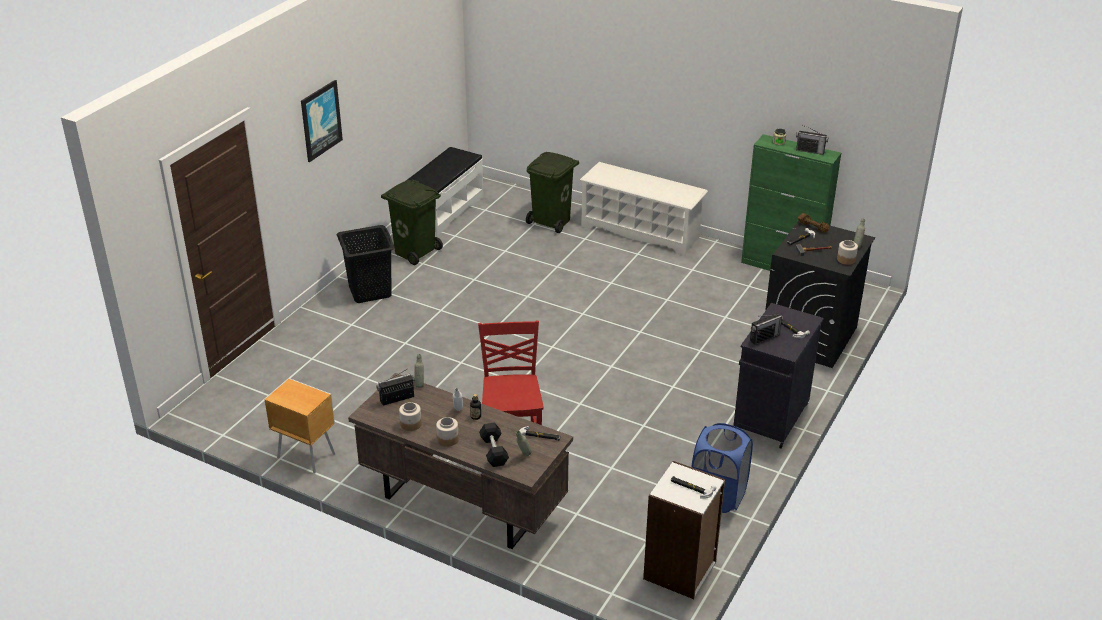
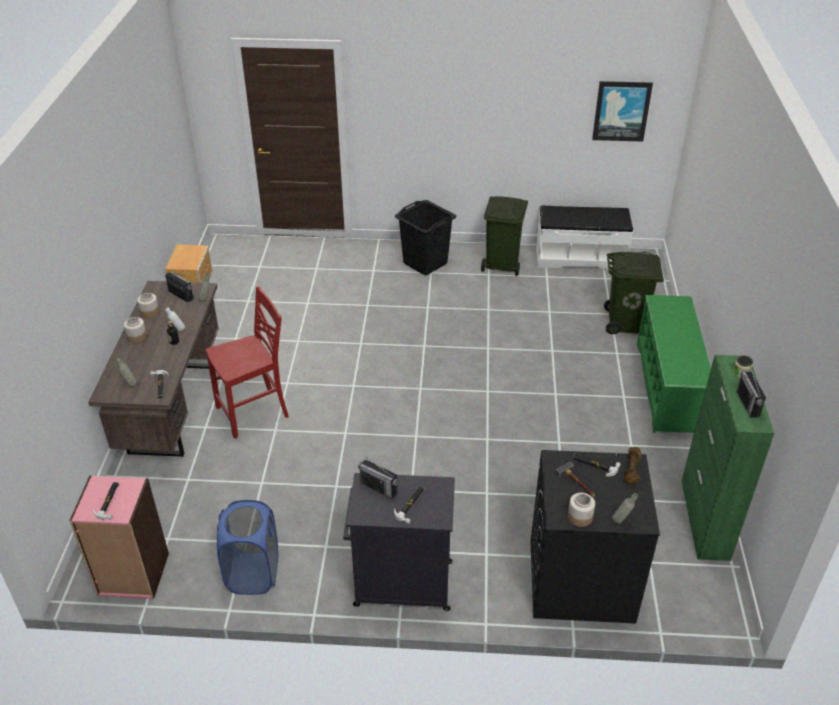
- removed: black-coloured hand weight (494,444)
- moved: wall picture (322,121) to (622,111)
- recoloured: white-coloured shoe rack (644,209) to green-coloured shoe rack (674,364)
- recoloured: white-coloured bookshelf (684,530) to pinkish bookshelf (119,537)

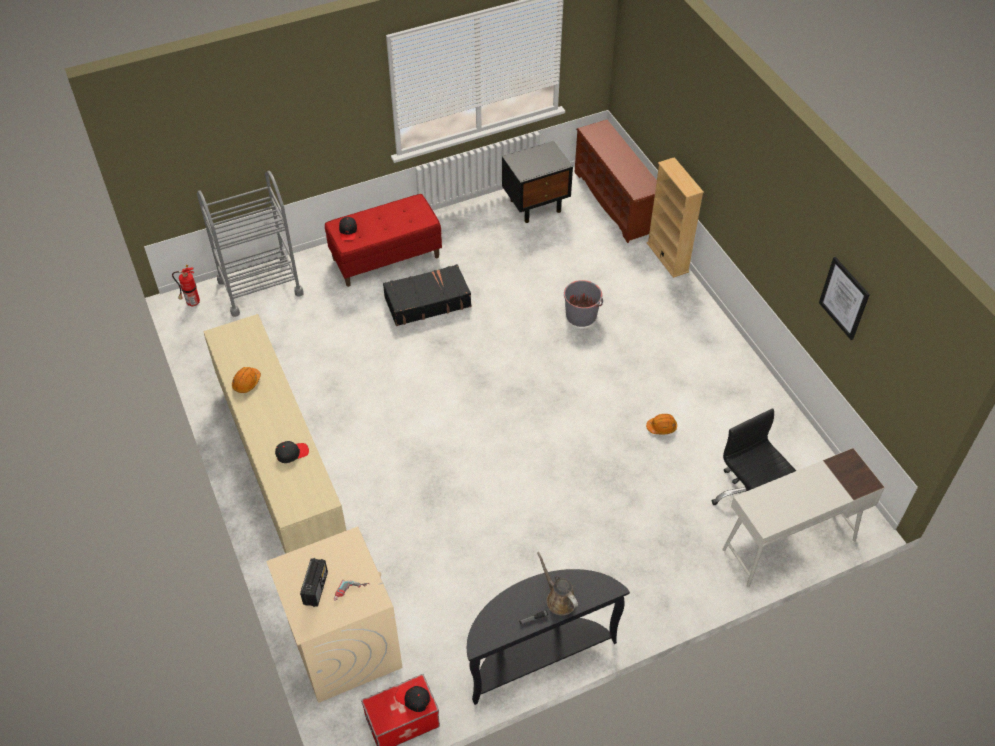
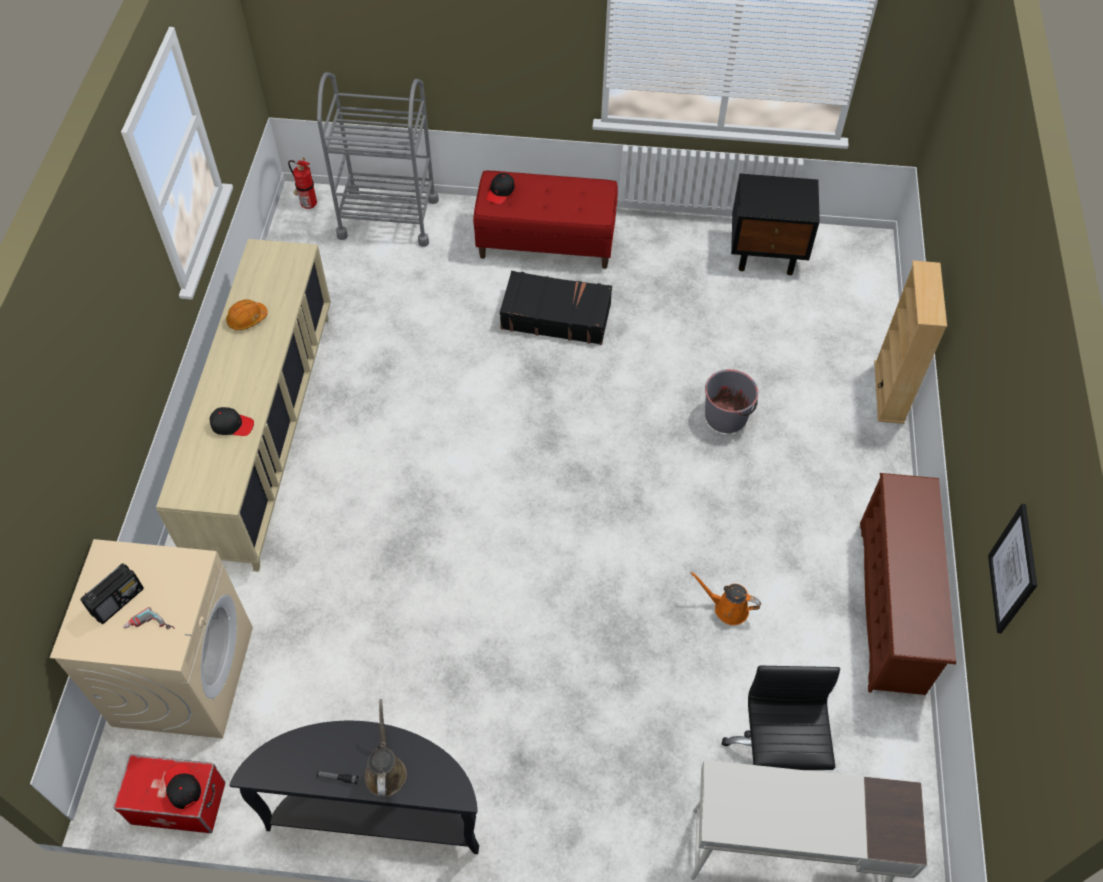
- moved: brown-coloured shoe rack (615,181) to (908,584)
- replaced: orange-coloured work helmet (661,424) to orange-coloured watering pot (725,598)

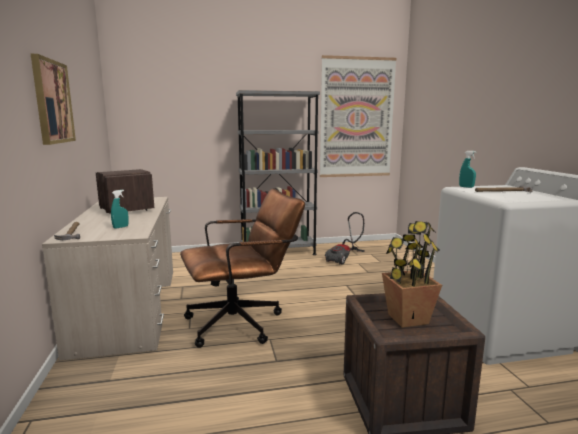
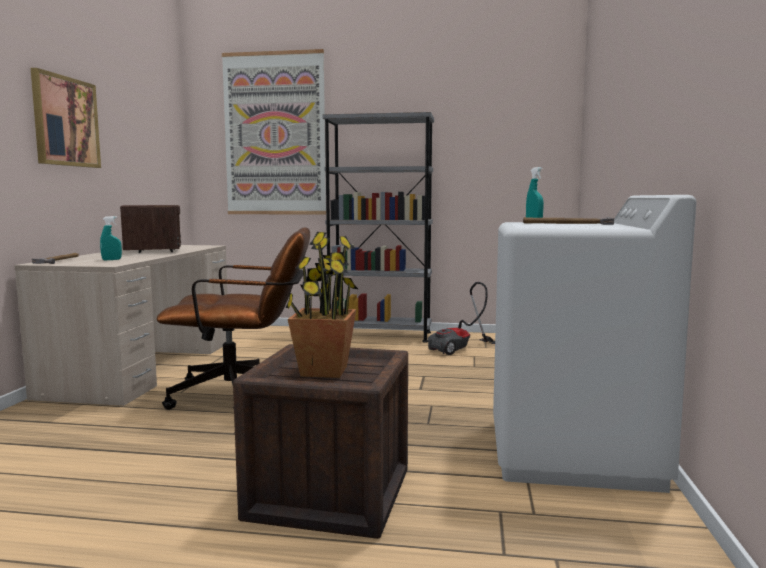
- moved: wall picture (358,116) to (274,132)

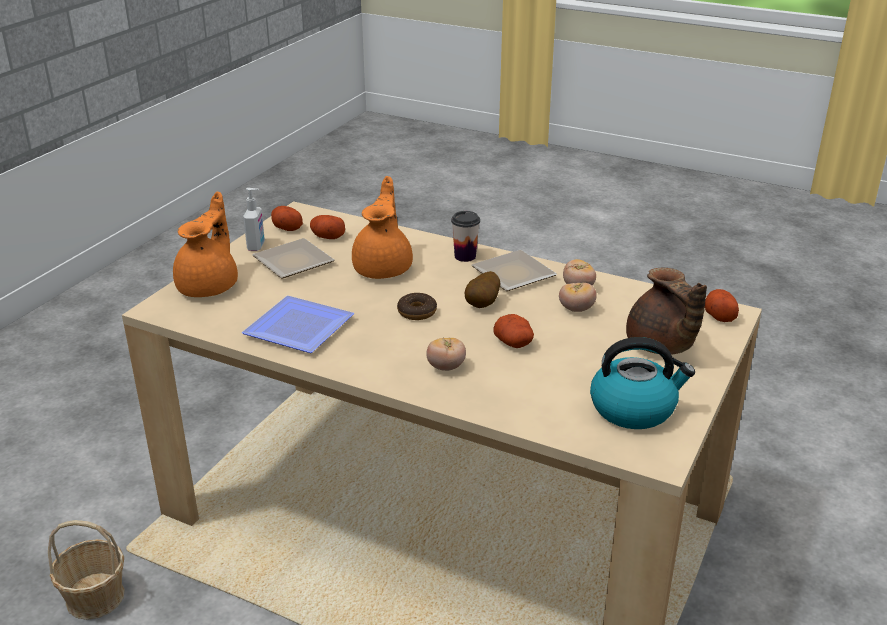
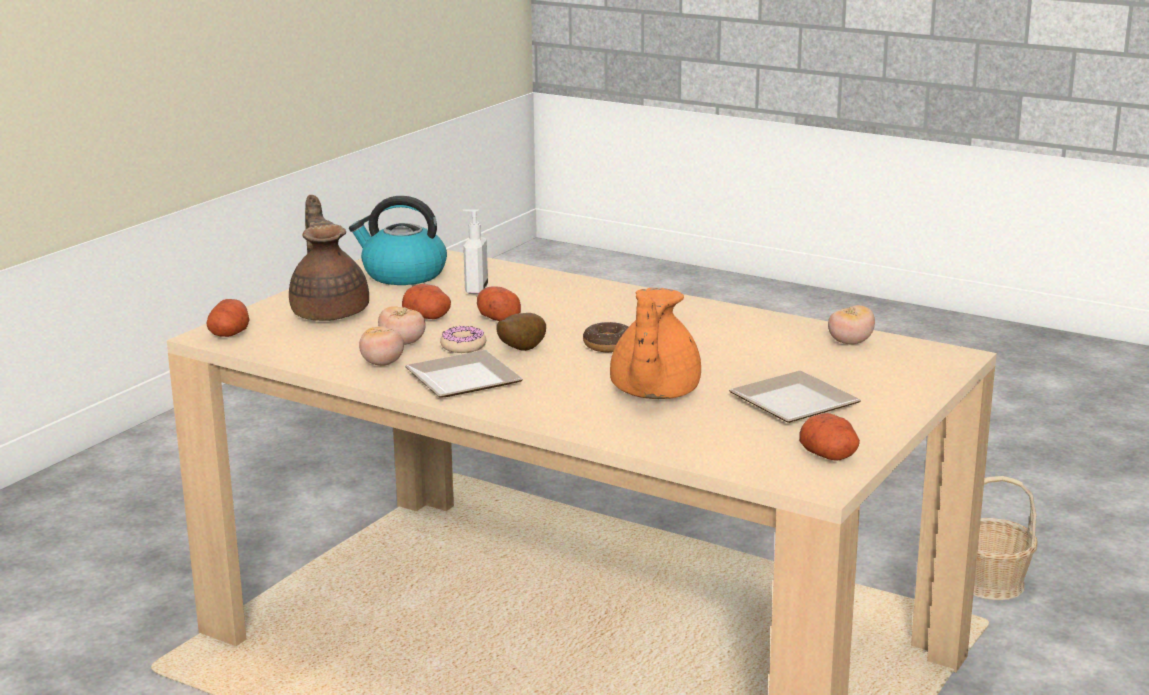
- removed: orange-coloured teapot (205,244)
- removed: plate (298,324)
- removed: cup (465,236)
- added: ring doughnut (463,339)
- moved: soap bottle (254,219) to (475,251)
- moved: whole potato (327,227) to (426,301)
- moved: tomato (446,354) to (851,325)

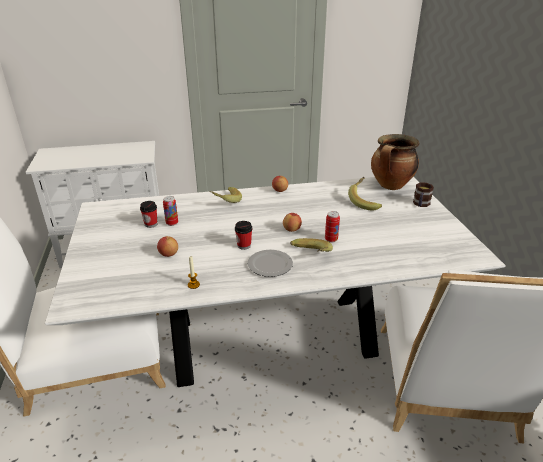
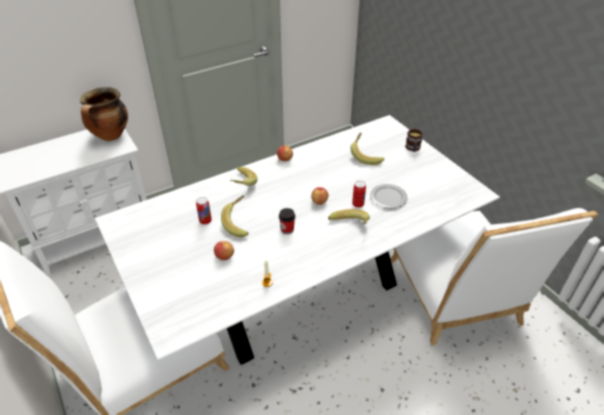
- removed: cup (148,214)
- added: banana (235,216)
- moved: plate (270,263) to (389,196)
- moved: saucepot (395,162) to (104,114)

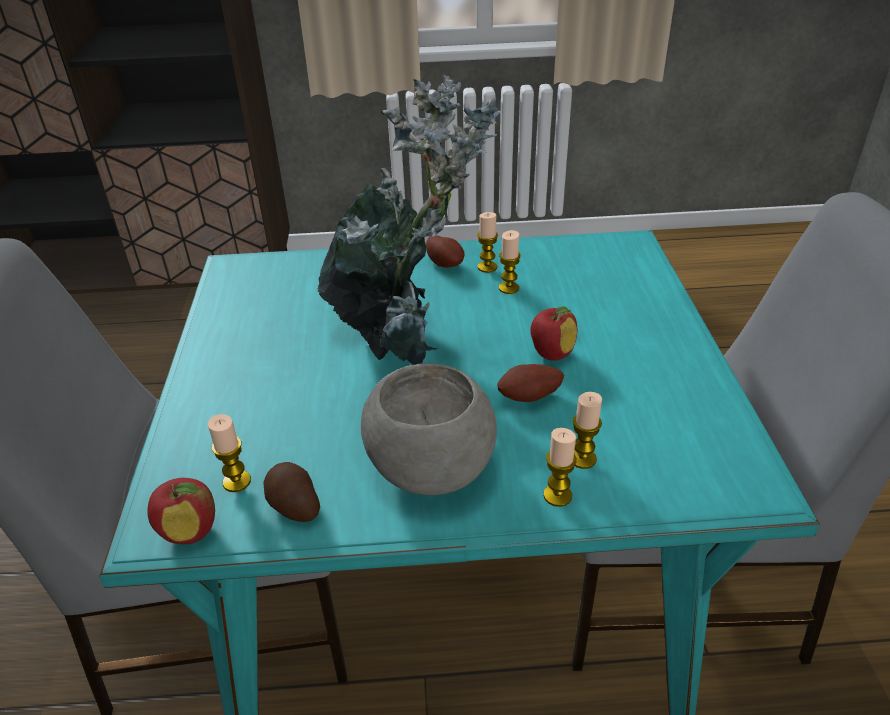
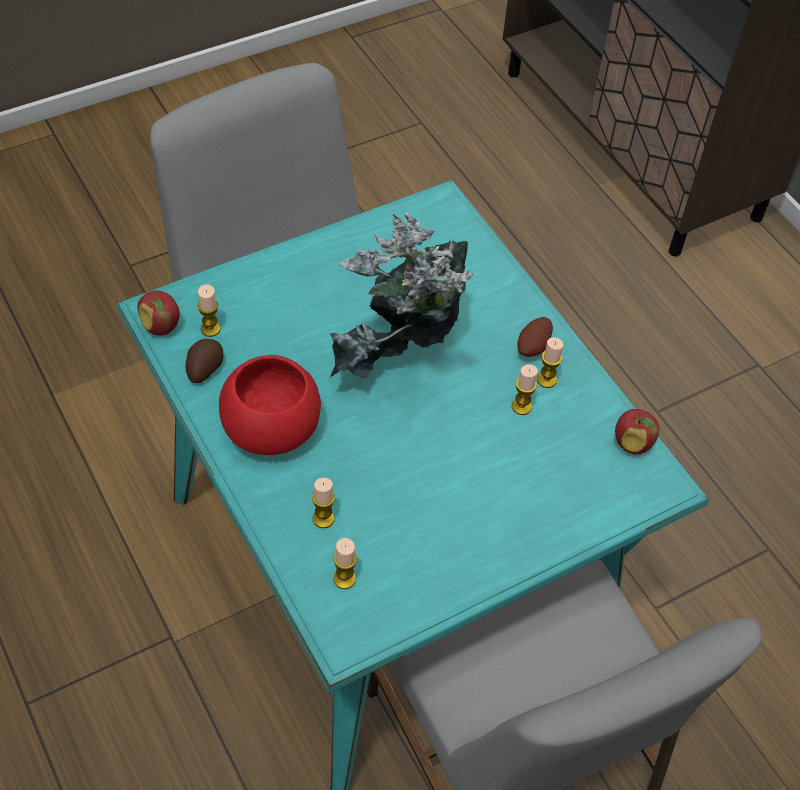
- removed: whole potato (530,383)
- moved: whole apple (553,333) to (637,431)
- moved: candle (560,467) to (345,563)
- recoloured: grey serving bowl (429,429) to red serving bowl (270,405)

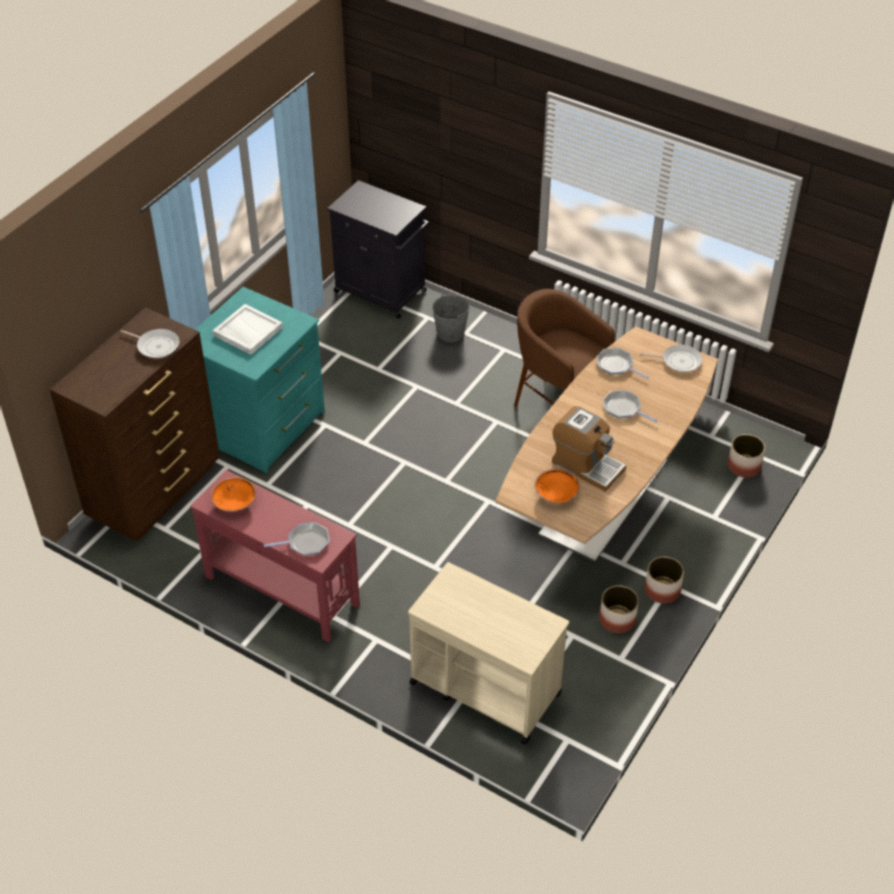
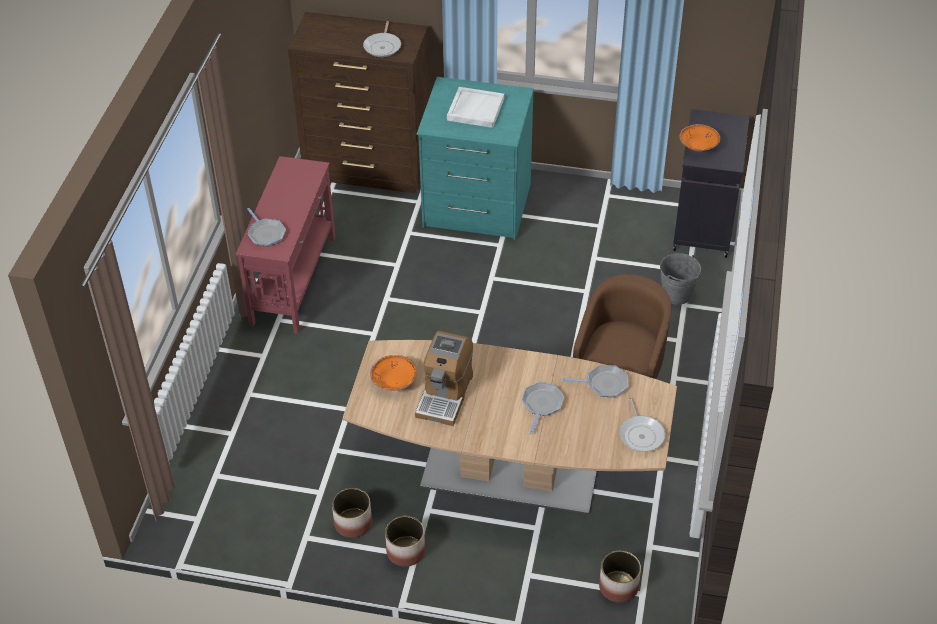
- removed: beige wheeled cart (488,653)
- moved: orange-coloured serving bowl (233,494) to (699,138)
- turned: skillet (623,363) = (595,381) 75 degrees clockwise

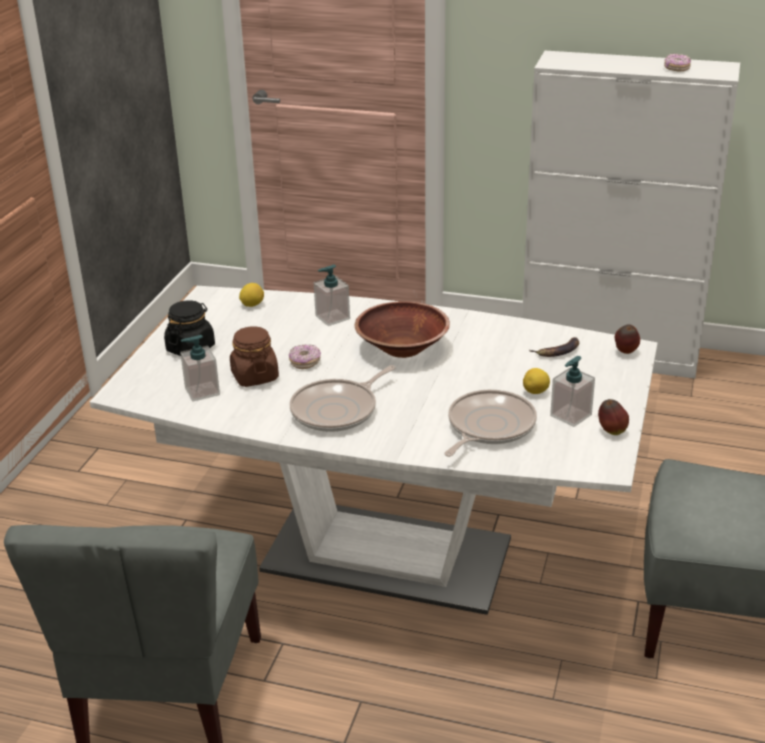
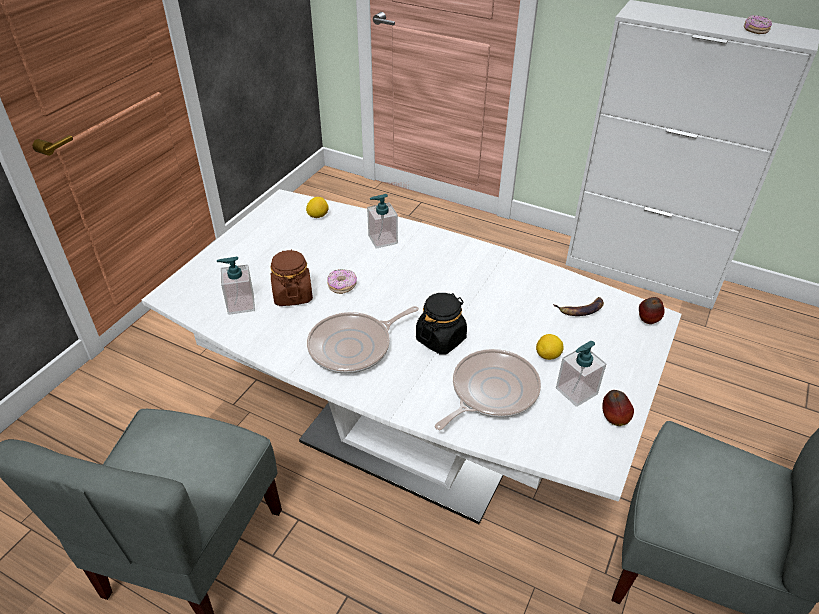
- removed: brown-coloured serving bowl (402,329)
- moved: black-coloured jar (189,328) to (441,324)

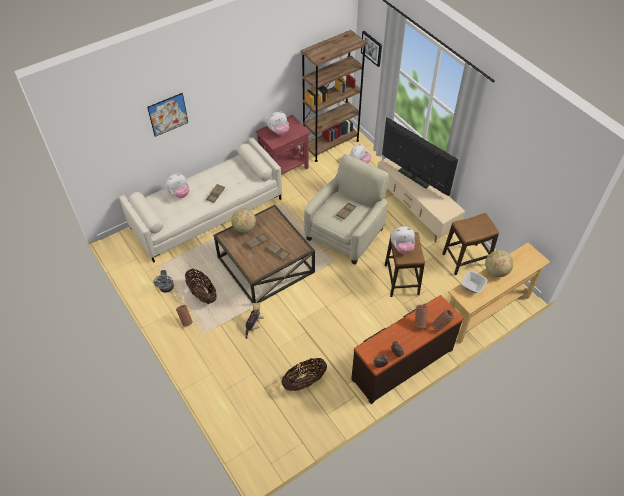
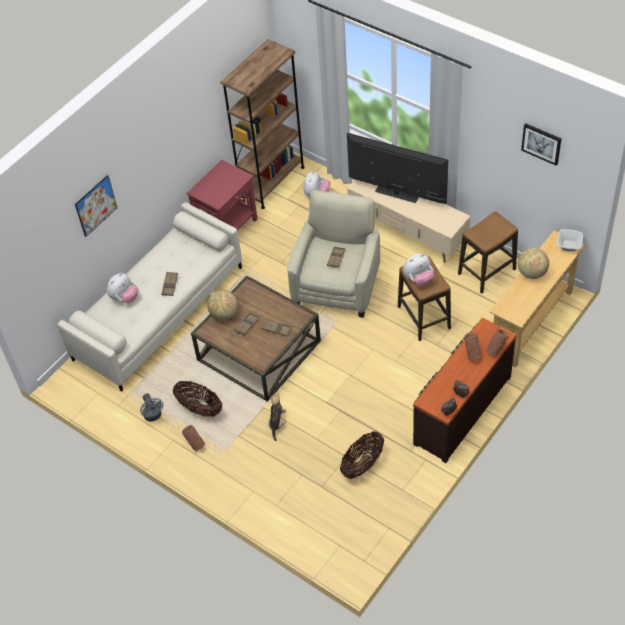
- removed: soft toy (278,123)
- moved: wall picture (371,49) to (541,144)
- moved: serving bowl (474,282) to (570,240)

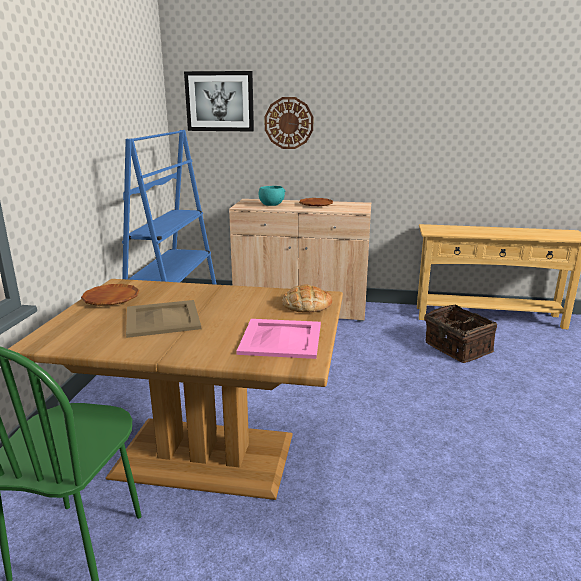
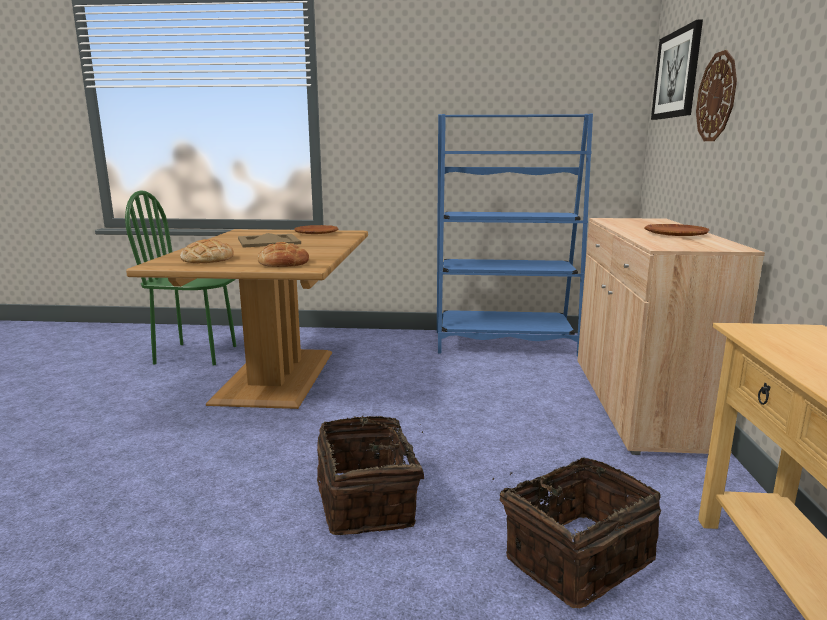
- removed: blue-green serving bowl (272,196)
- added: basket (370,475)
- replaced: pinkish carrying tray (279,339) to bread (207,251)

